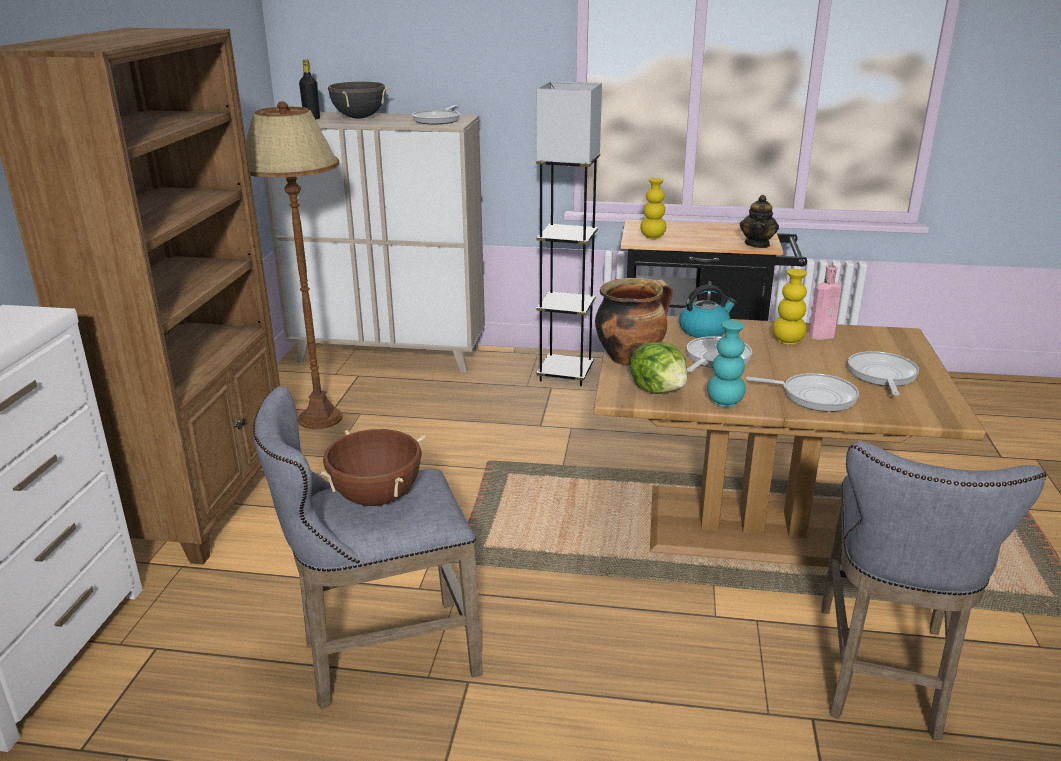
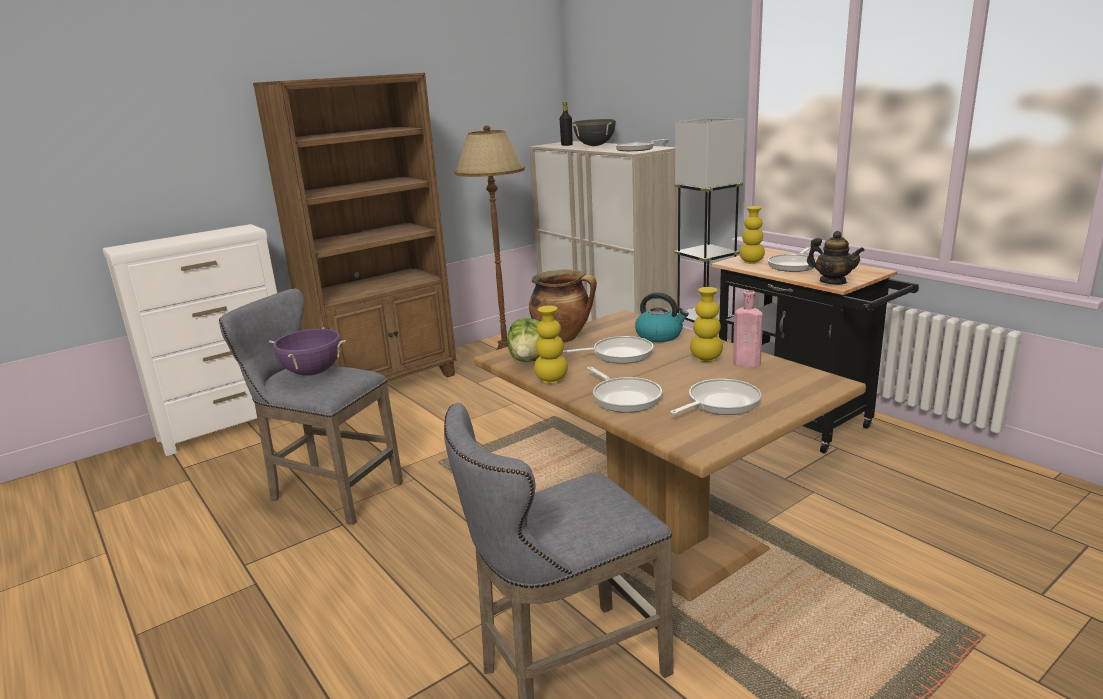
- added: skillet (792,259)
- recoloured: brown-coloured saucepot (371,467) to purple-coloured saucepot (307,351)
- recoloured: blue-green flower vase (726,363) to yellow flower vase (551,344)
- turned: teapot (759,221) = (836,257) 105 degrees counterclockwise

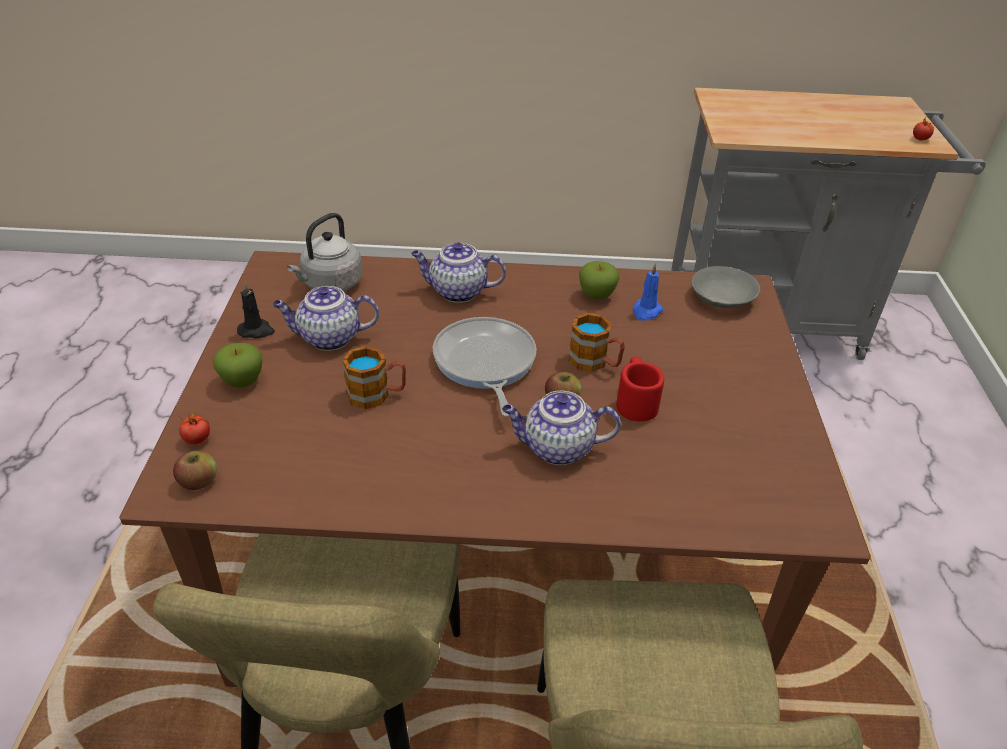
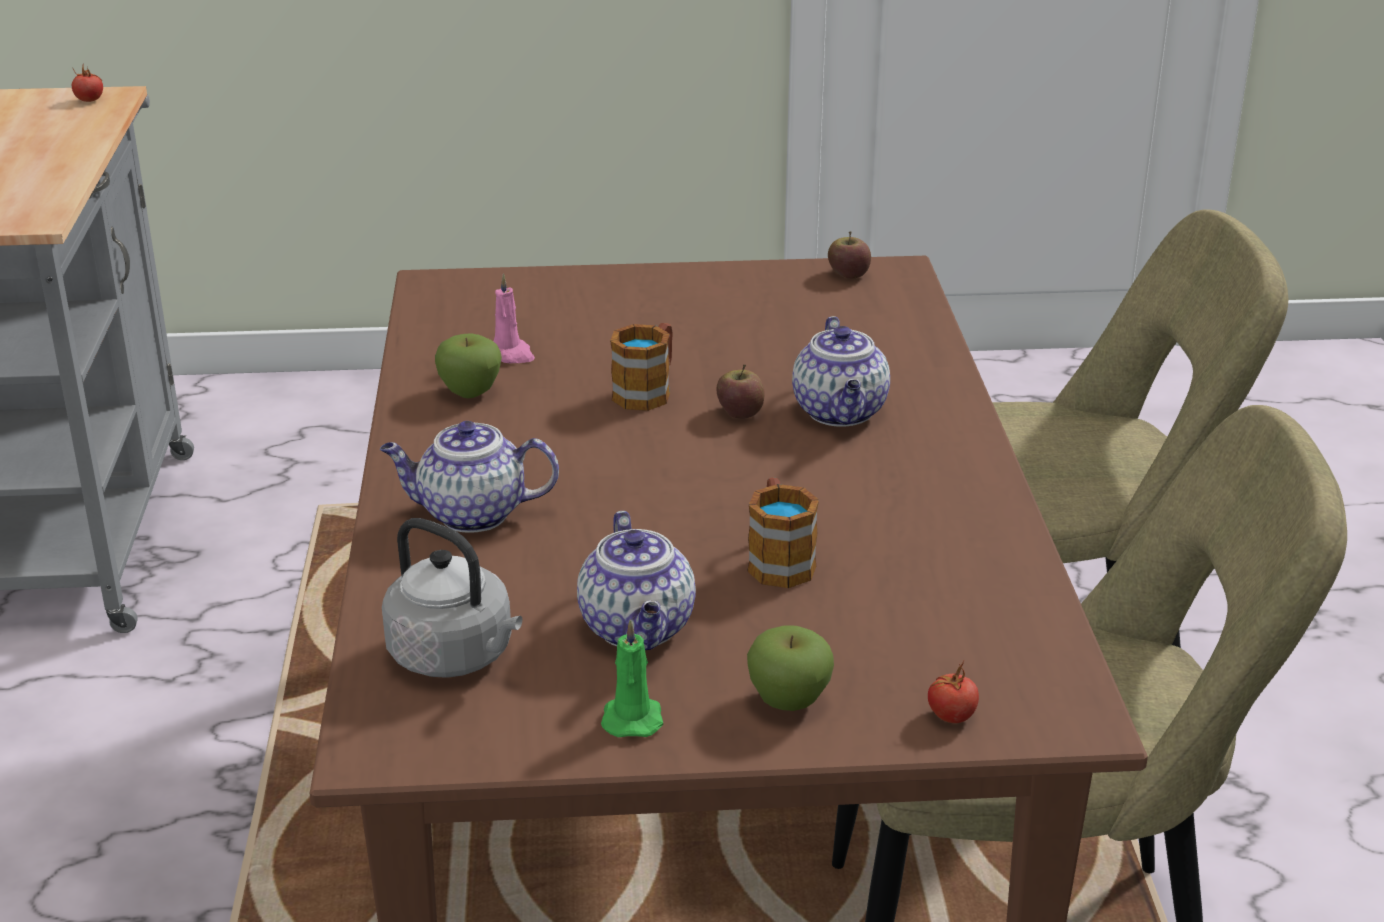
- removed: skillet (484,367)
- removed: red mug (640,389)
- removed: grey serving bowl (725,287)
- moved: whole apple (195,470) to (849,255)
- recoloured: black-coloured candle (256,310) to green-coloured candle (632,678)
- recoloured: bluish candle (647,292) to pinkish candle (514,318)
- turned: teapot (458,272) = (469,477) 90 degrees clockwise

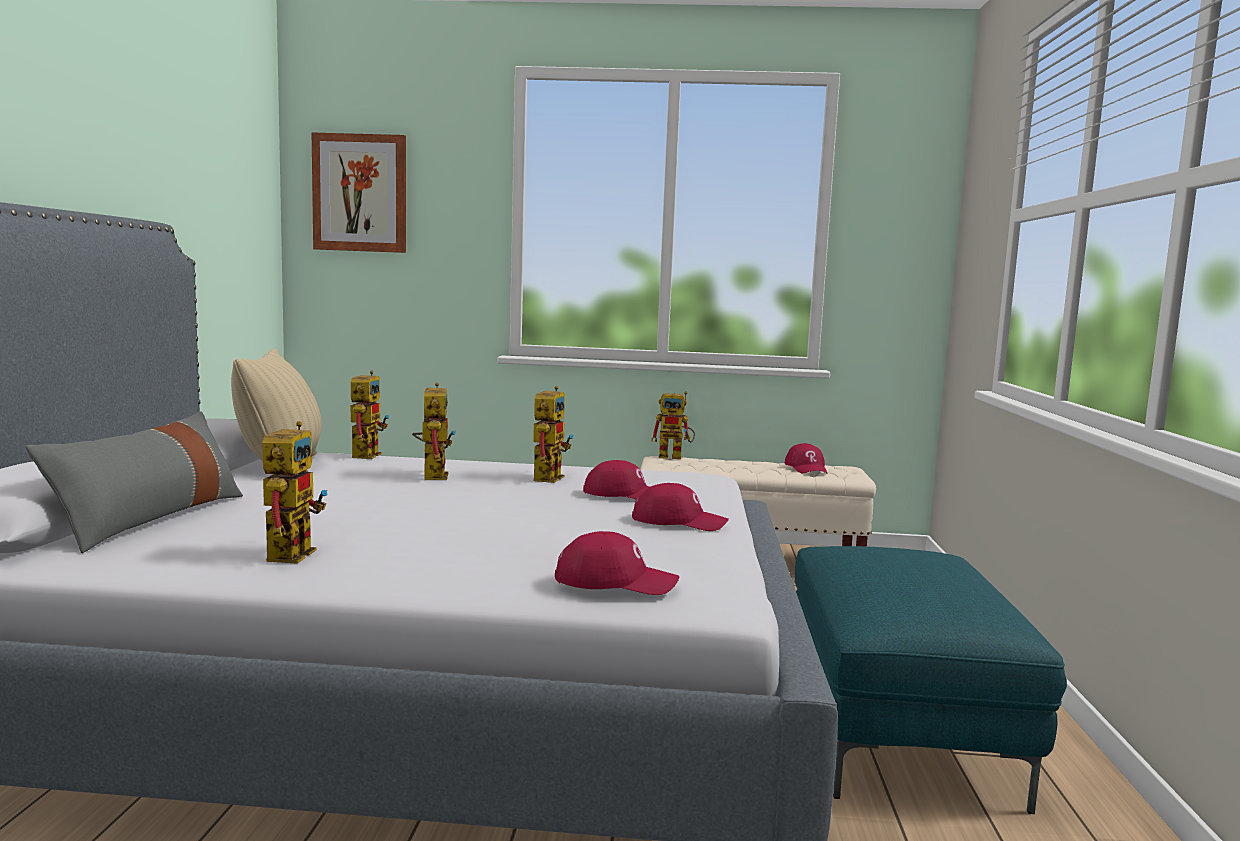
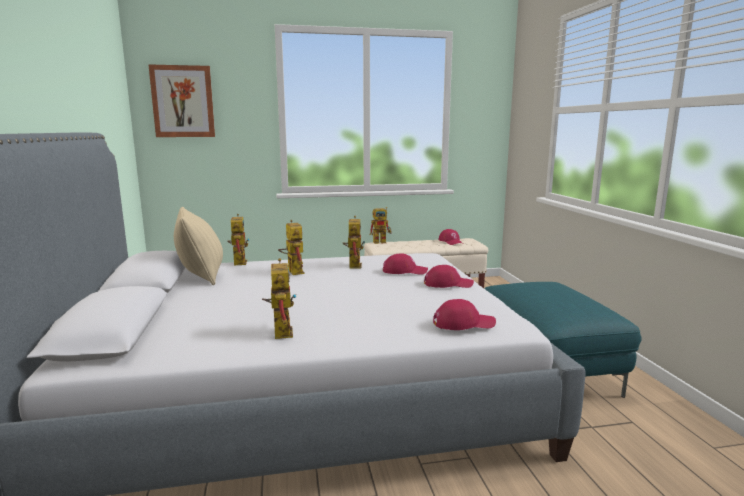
- removed: grey throw pillow (134,482)

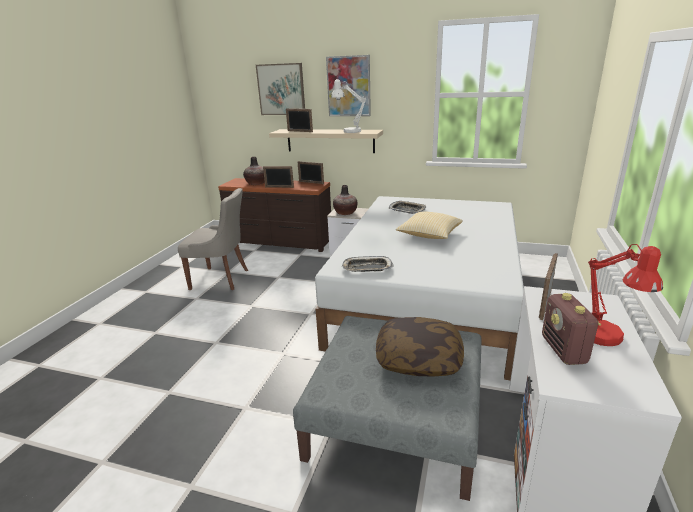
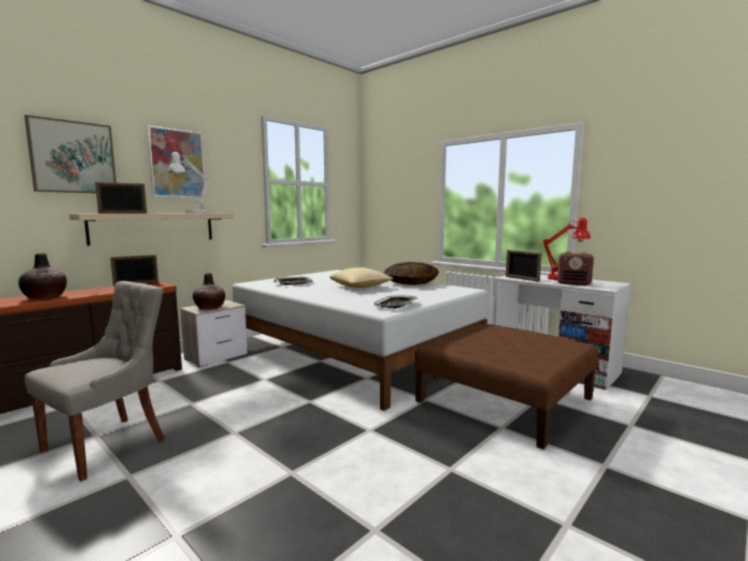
- removed: standing frame (278,177)
- moved: throw pillow (420,346) to (411,273)
- recoloured: grey footrest (387,408) to brown-coloured footrest (506,386)

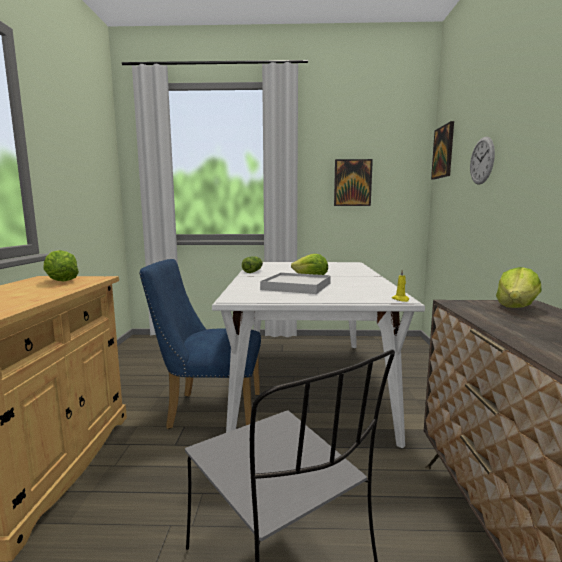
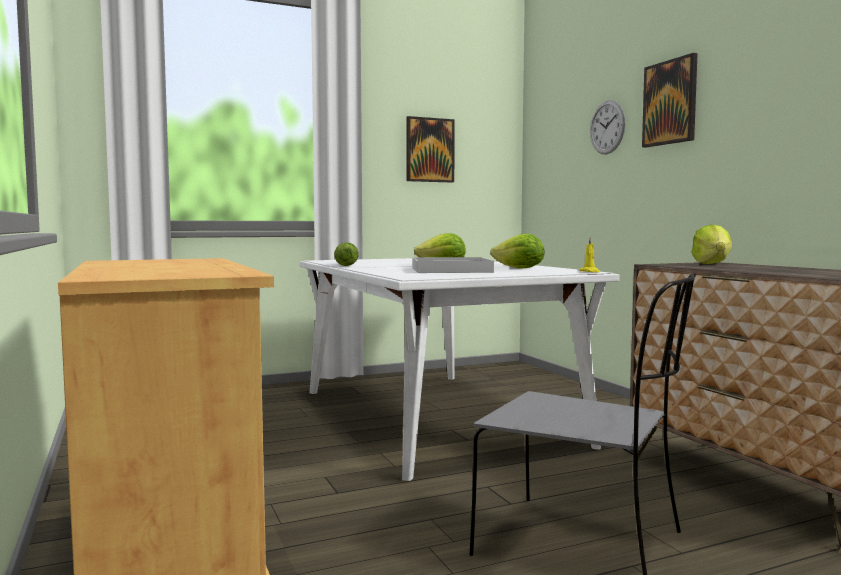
- removed: bluish plain chair (200,344)
- moved: head of lettuce (61,266) to (517,251)
- moved: wall picture (442,150) to (670,100)

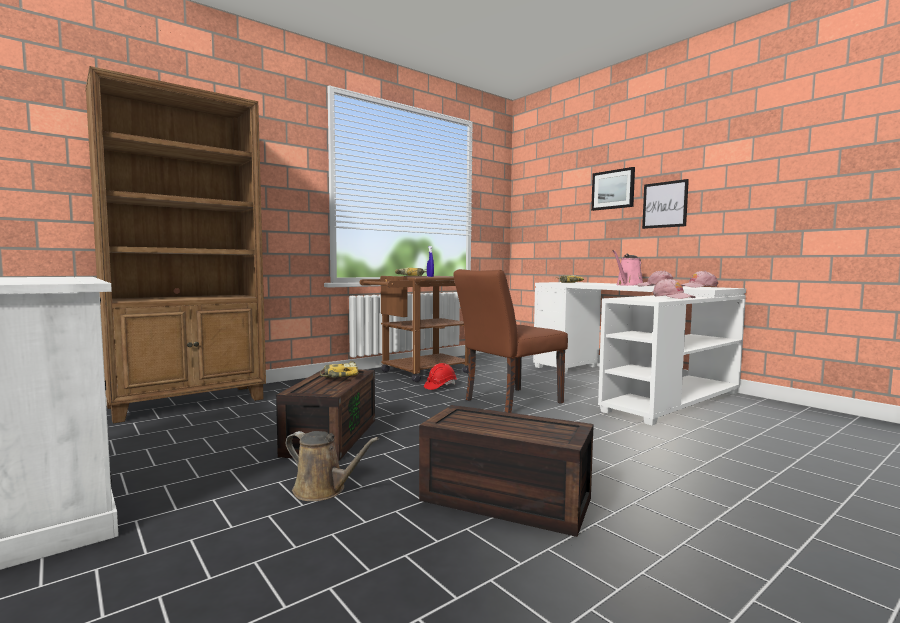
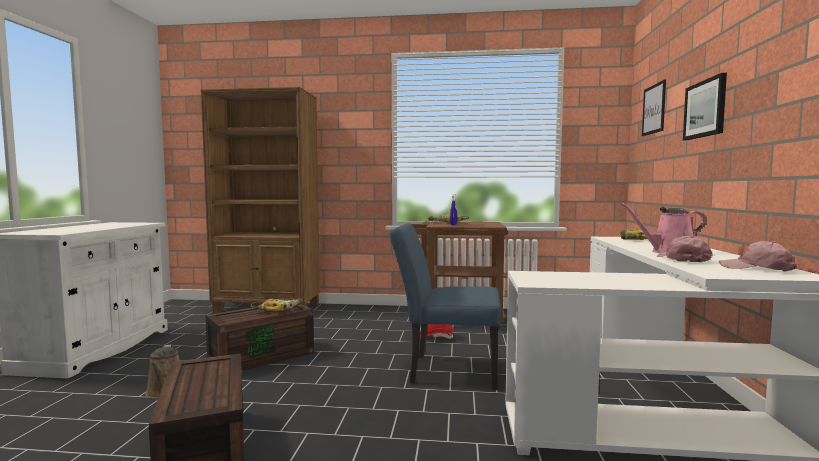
- removed: pinkish cap (674,289)
- moved: wall picture (665,204) to (654,107)
- recoloured: brown-coloured plain chair (510,341) to bluish plain chair (445,306)

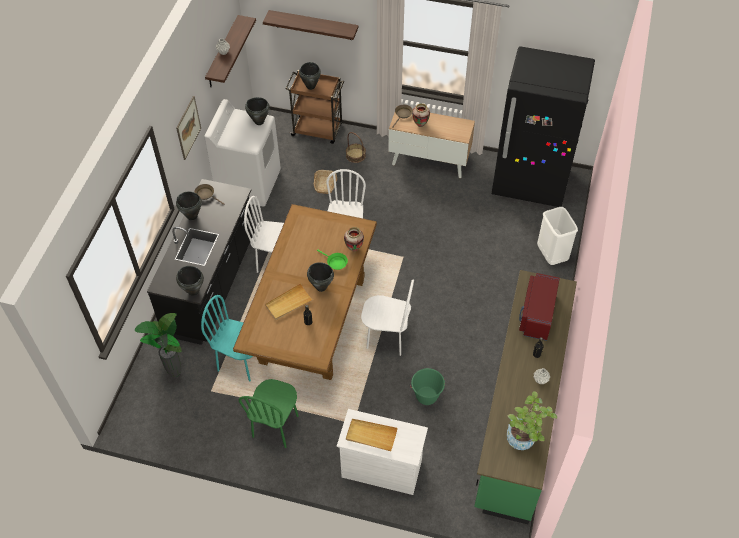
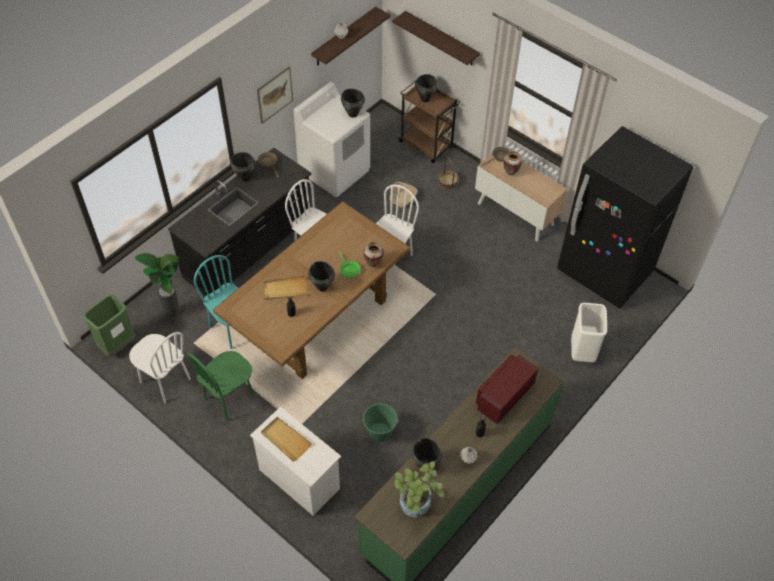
- added: green-coloured waste bin (109,325)
- moved: black-coloured saucepot (190,281) to (426,453)
- moved: white-coloured plain chair (387,318) to (160,367)

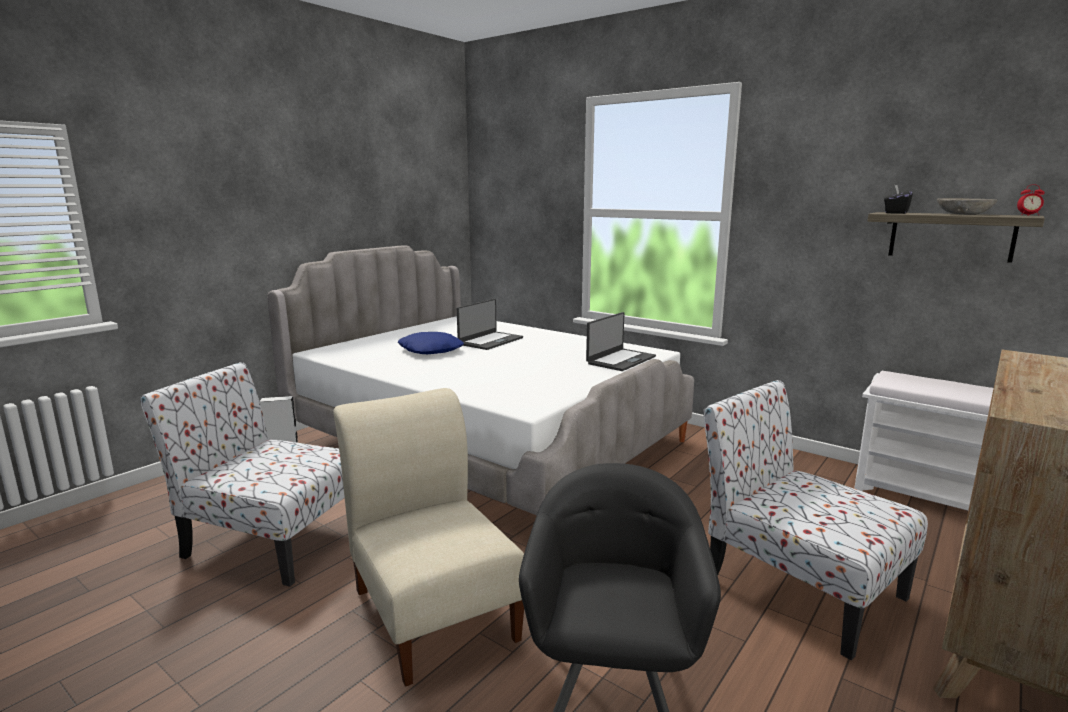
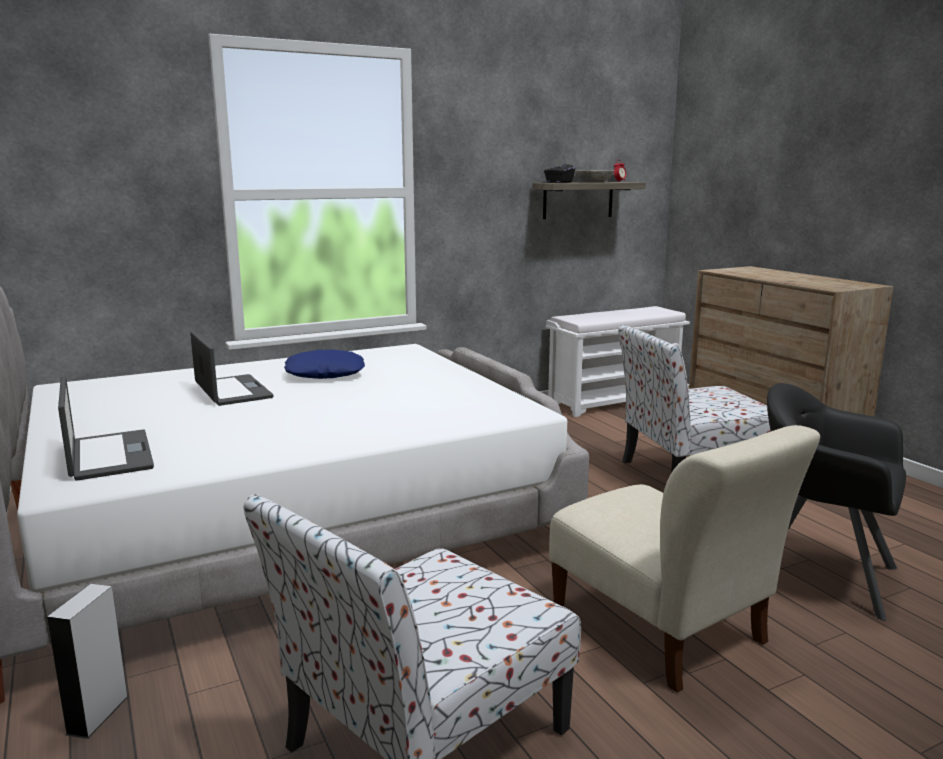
- moved: bluish throw pillow (431,343) to (324,364)
- moved: portable computer (621,341) to (106,428)
- turned: beige plain chair (428,537) = (684,558) 120 degrees counterclockwise

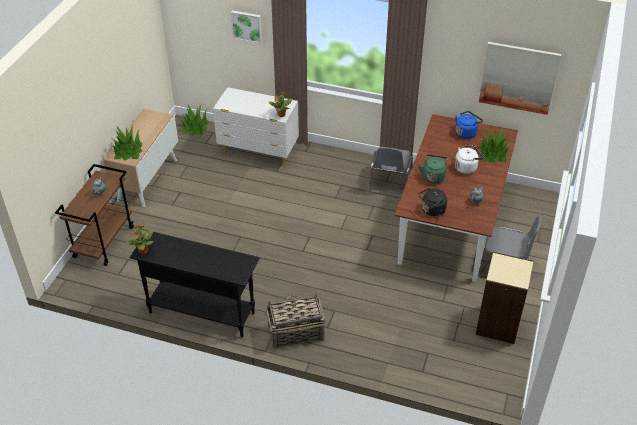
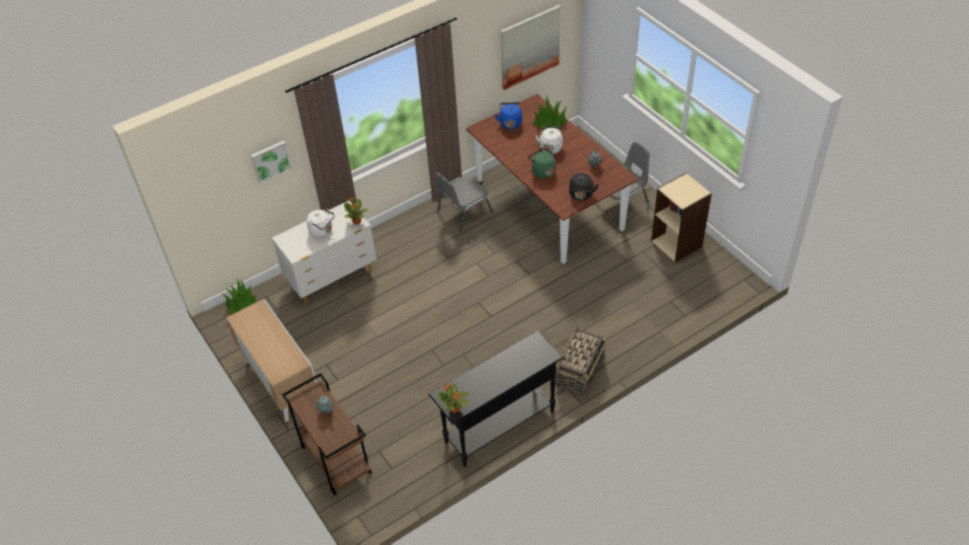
- removed: potted plant (127,143)
- added: white-coloured water kettle (320,222)
- turned: grey plain chair (391,169) = (465,202) 90 degrees clockwise

